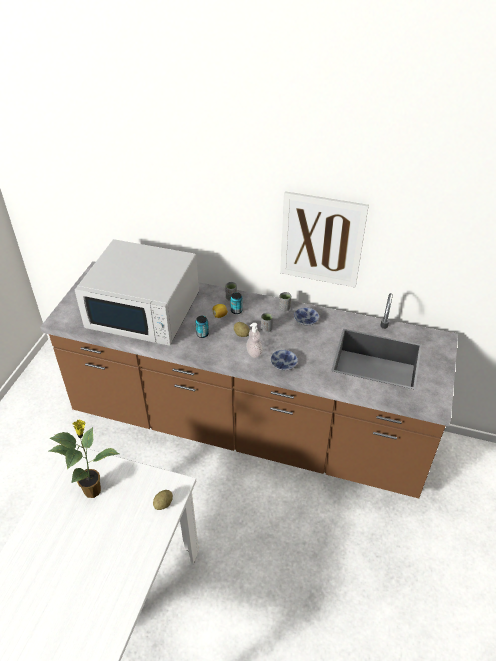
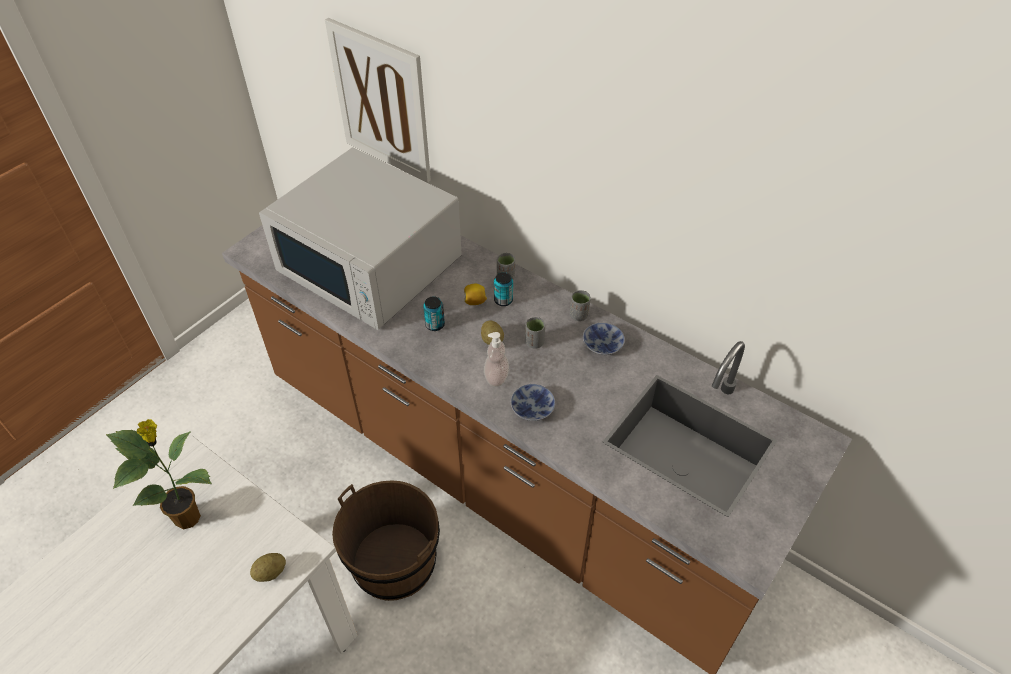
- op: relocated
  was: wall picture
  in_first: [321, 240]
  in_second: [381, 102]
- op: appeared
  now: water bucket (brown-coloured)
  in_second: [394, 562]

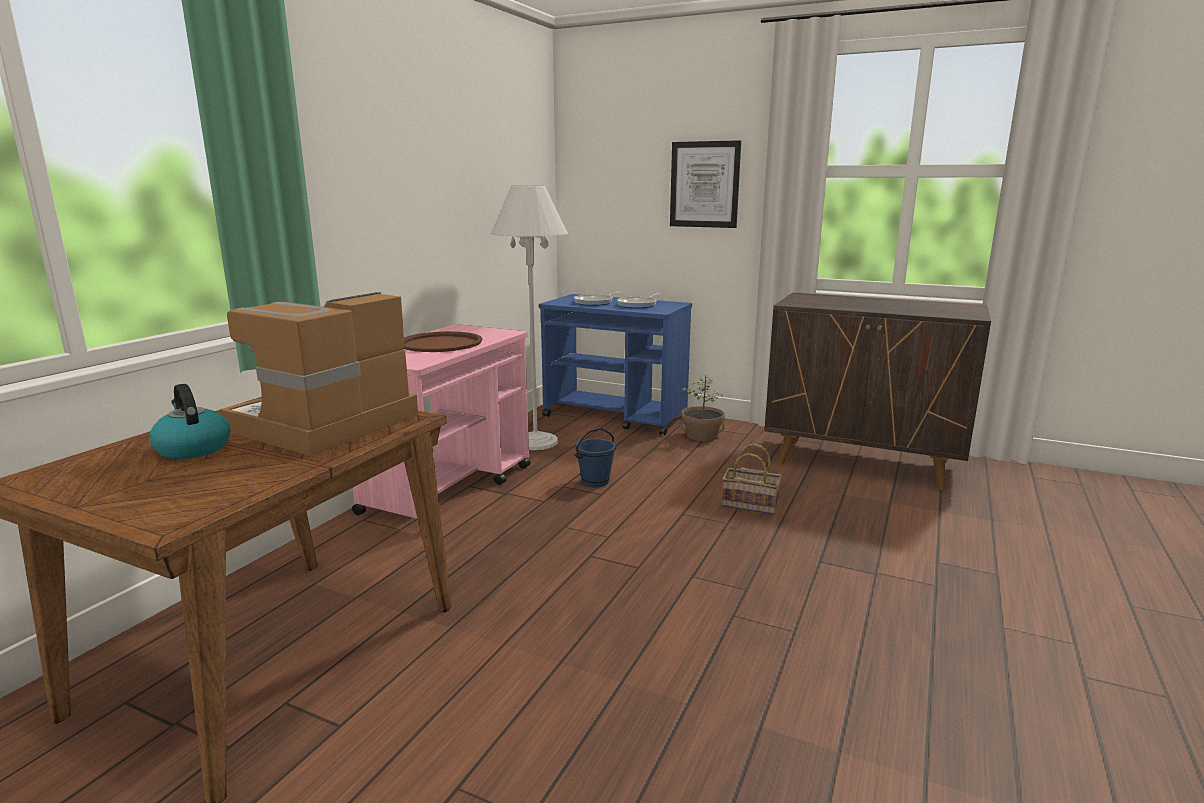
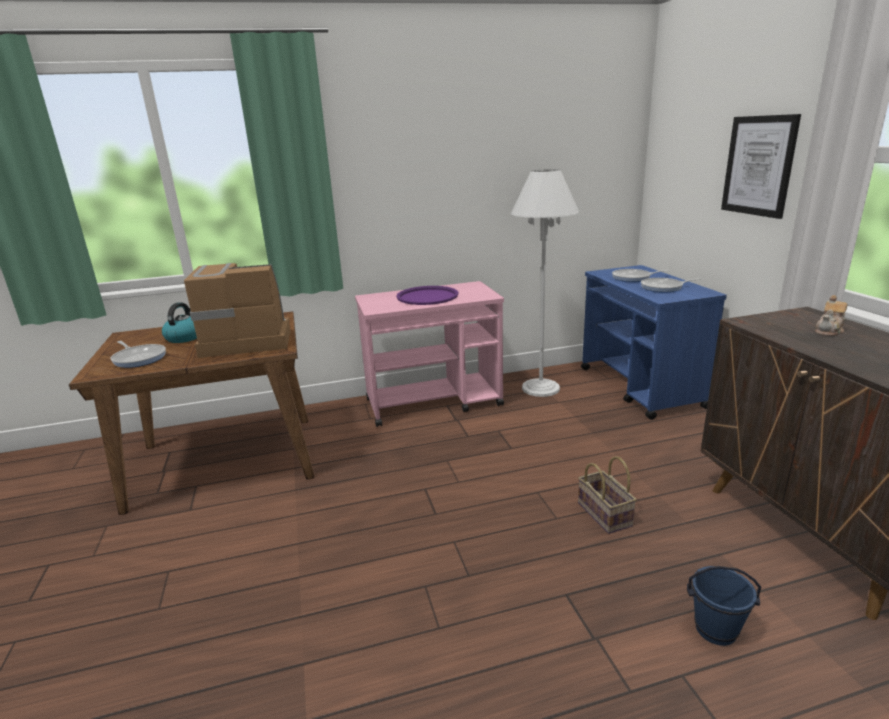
- op: colour
  was: carrying tray (brown-coloured)
  now: carrying tray (purple-coloured)
  in_first: [440, 343]
  in_second: [427, 296]
- op: missing
  was: plant in a pot
  in_first: [702, 435]
- op: relocated
  was: water bucket (blue)
  in_first: [595, 482]
  in_second: [715, 629]
- op: appeared
  now: tea pot
  in_second: [829, 331]
- op: appeared
  now: skillet
  in_second: [139, 358]

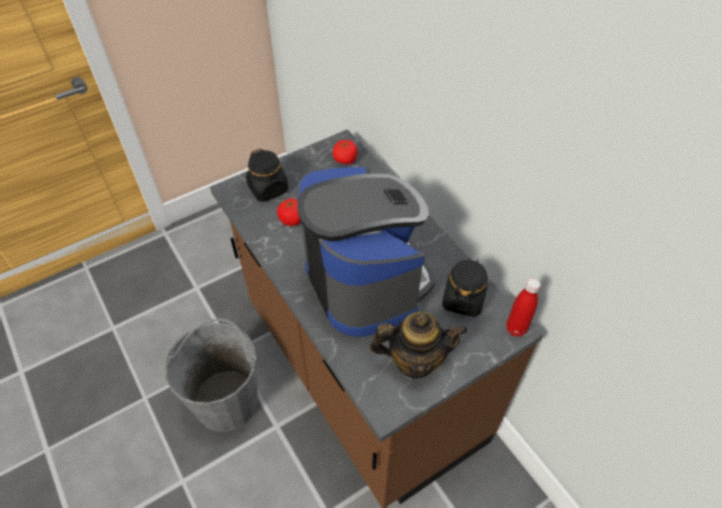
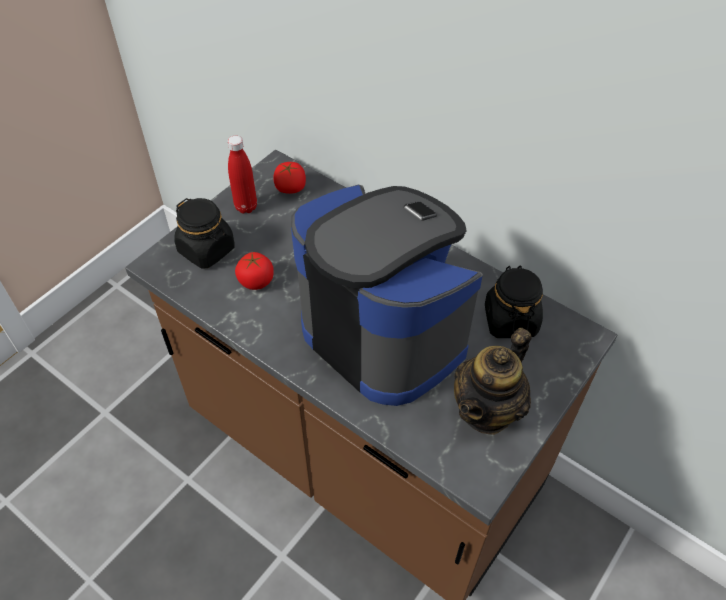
- op: relocated
  was: drink bottle (reddish)
  in_first: [516, 329]
  in_second: [246, 207]
- op: spun
  was: tea pot
  in_first: [414, 360]
  in_second: [487, 410]
  clockwise: 150
- op: missing
  was: water bucket (grey)
  in_first: [227, 400]

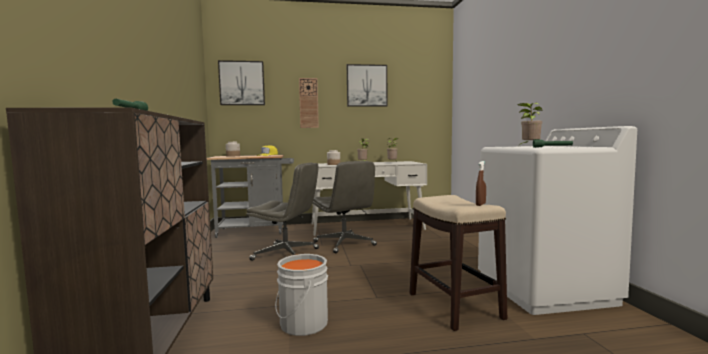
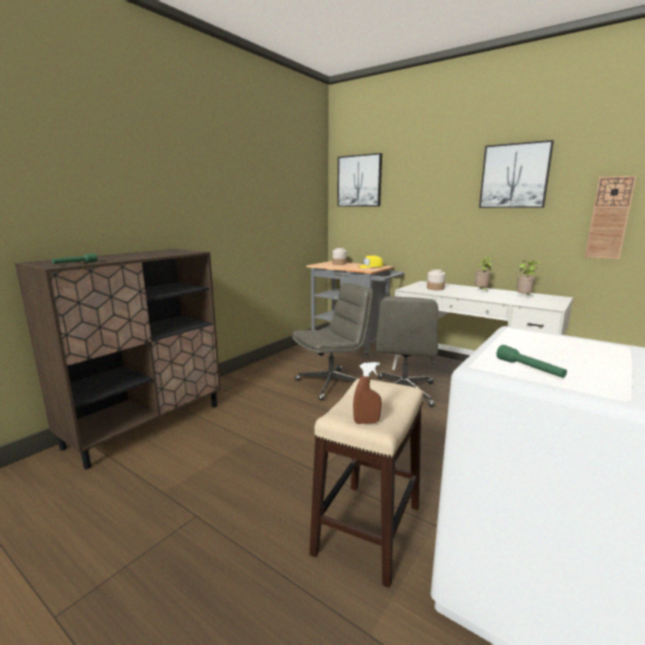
- op: relocated
  was: clock on the wall
  in_first: [308, 103]
  in_second: [609, 218]
- op: missing
  was: plant in a pot
  in_first: [529, 146]
- op: spun
  was: desk chair (grey)
  in_first: [286, 254]
  in_second: [332, 384]
  clockwise: -90
- op: missing
  was: water bucket (grey)
  in_first: [301, 324]

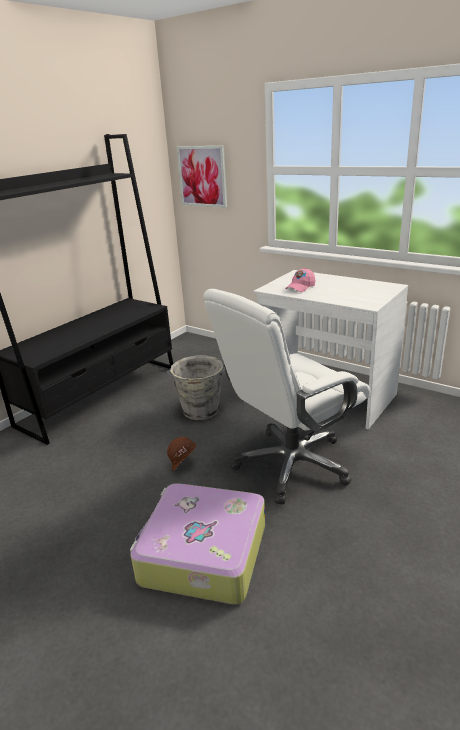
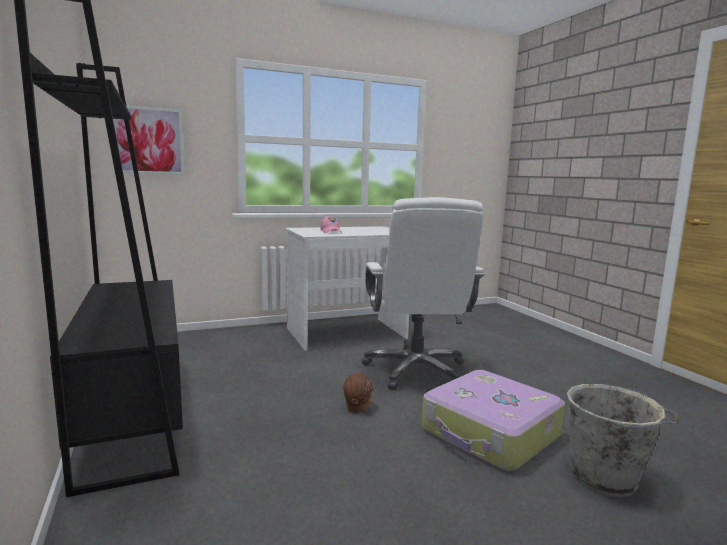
- op: relocated
  was: water bucket (grey)
  in_first: [200, 411]
  in_second: [607, 479]

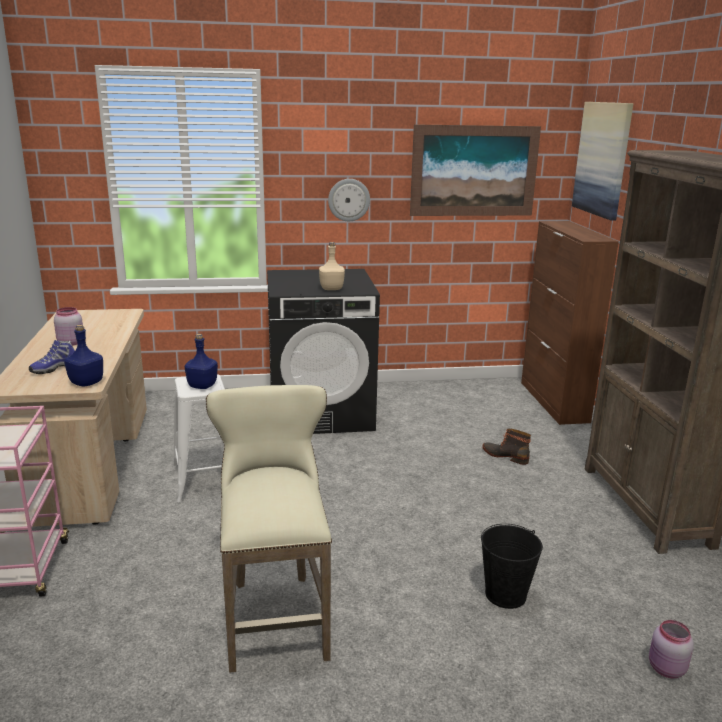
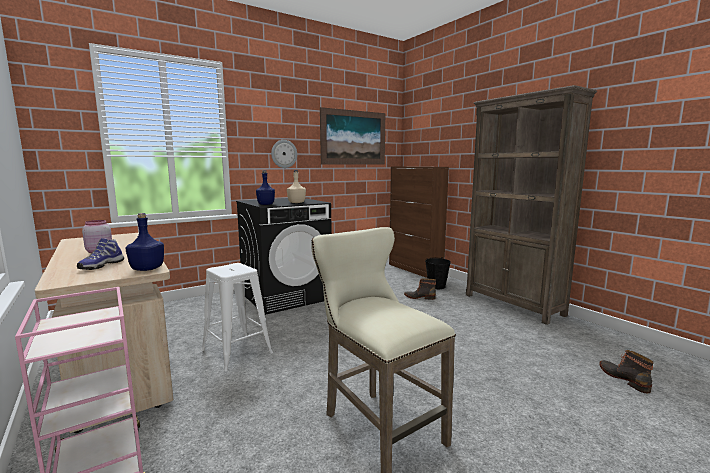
- op: missing
  was: wall picture
  in_first: [603, 159]
- op: relocated
  was: drink bottle (blue)
  in_first: [202, 386]
  in_second: [266, 204]
- op: relocated
  was: water bucket (black)
  in_first: [506, 594]
  in_second: [436, 286]
- op: exchanged
  was: preserve jar (pink)
  now: tall boot
  in_first: [666, 669]
  in_second: [624, 379]

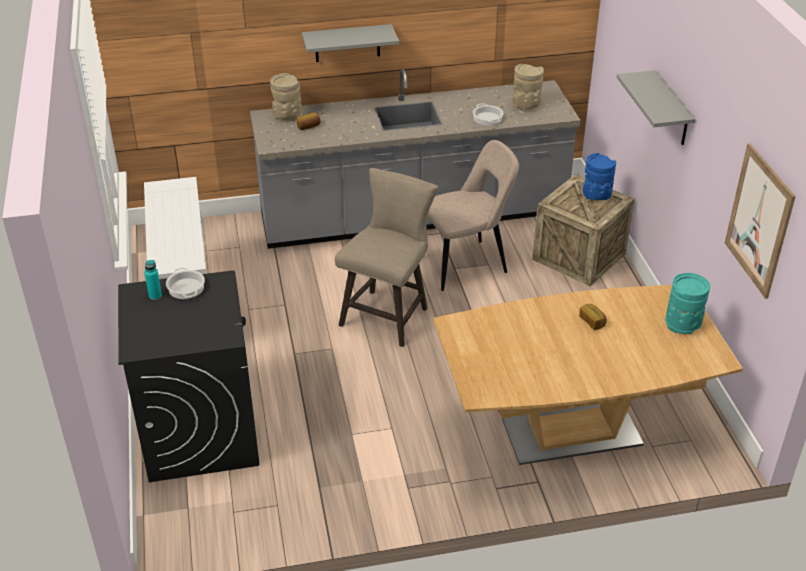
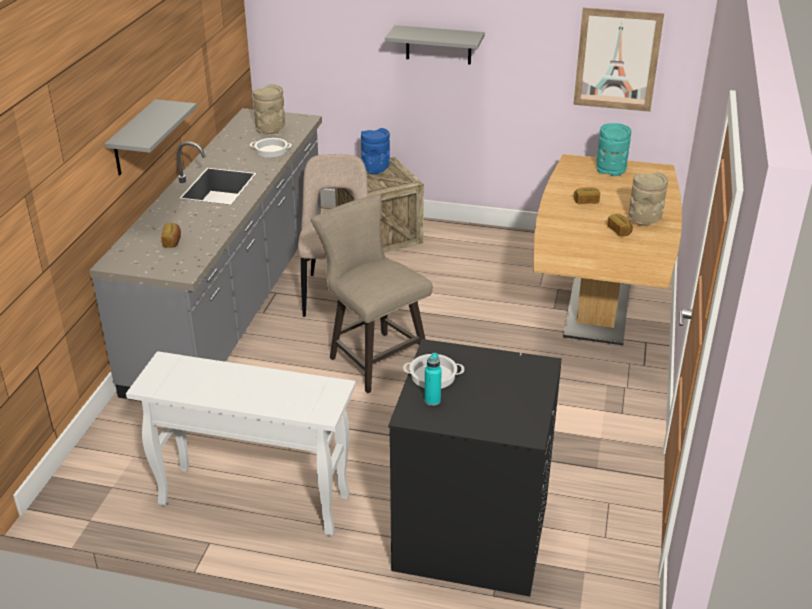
- op: relocated
  was: vase (beige)
  in_first: [287, 116]
  in_second: [644, 220]
- op: appeared
  now: baked bread
  in_second: [619, 231]

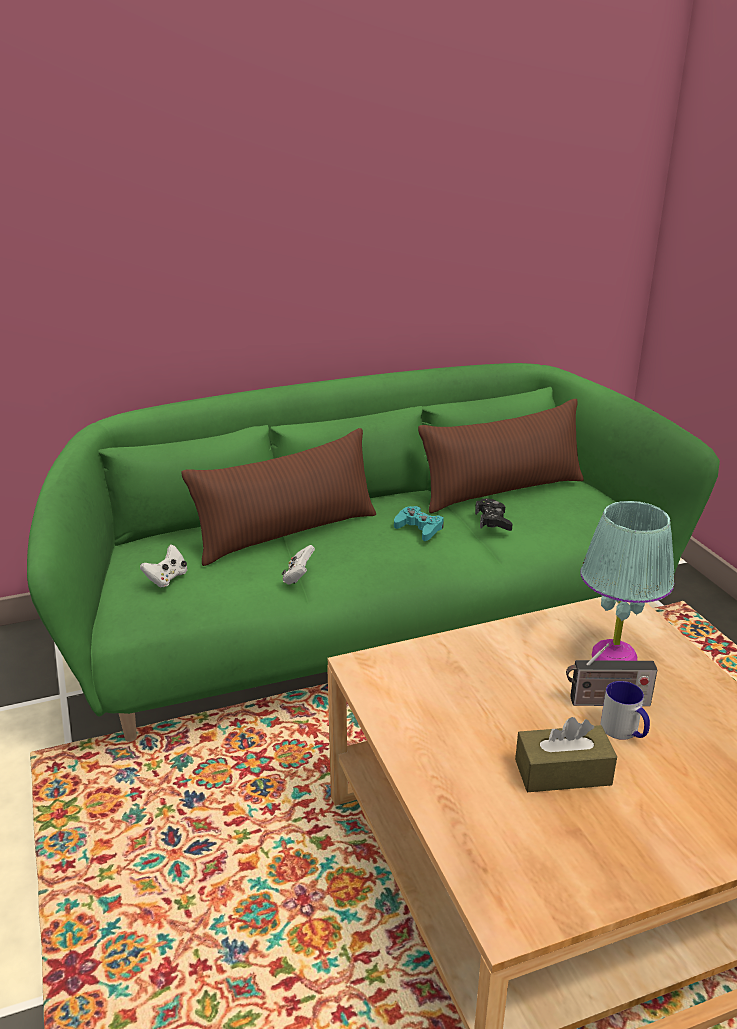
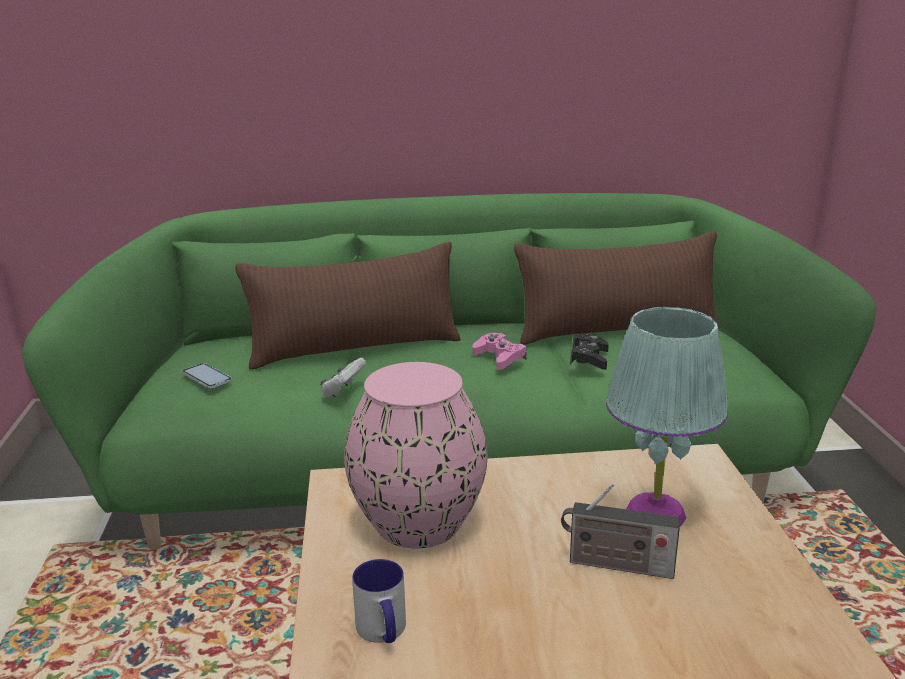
- op: colour
  was: joypad (turquoise)
  now: joypad (pink)
  in_first: [419, 528]
  in_second: [499, 357]
- op: exchanged
  was: joypad (whitish)
  now: phone
  in_first: [167, 578]
  in_second: [207, 377]
- op: relocated
  was: tea mug
  in_first: [624, 731]
  in_second: [383, 632]
- op: missing
  was: box of tissues (brown-coloured)
  in_first: [562, 772]
- op: appeared
  now: vase (pink)
  in_second: [418, 524]

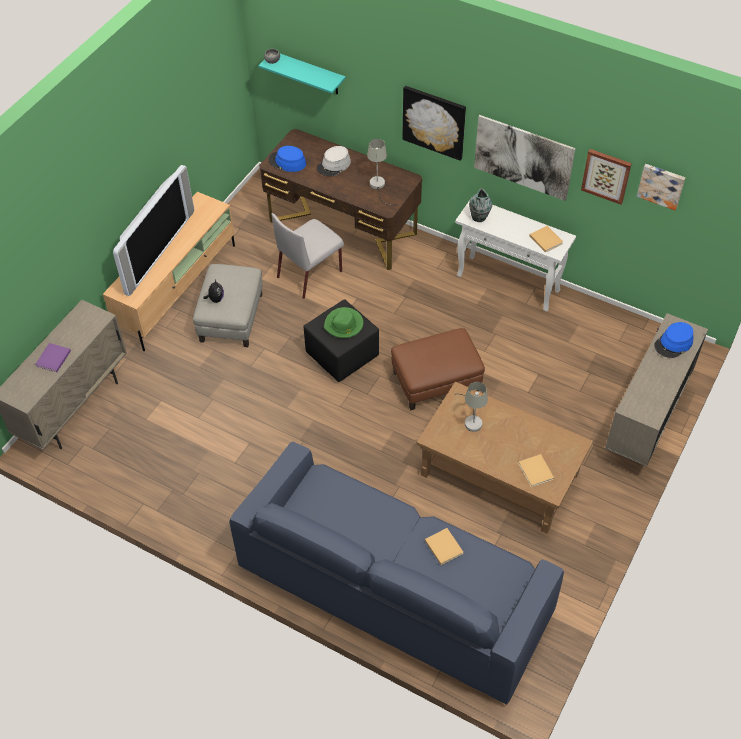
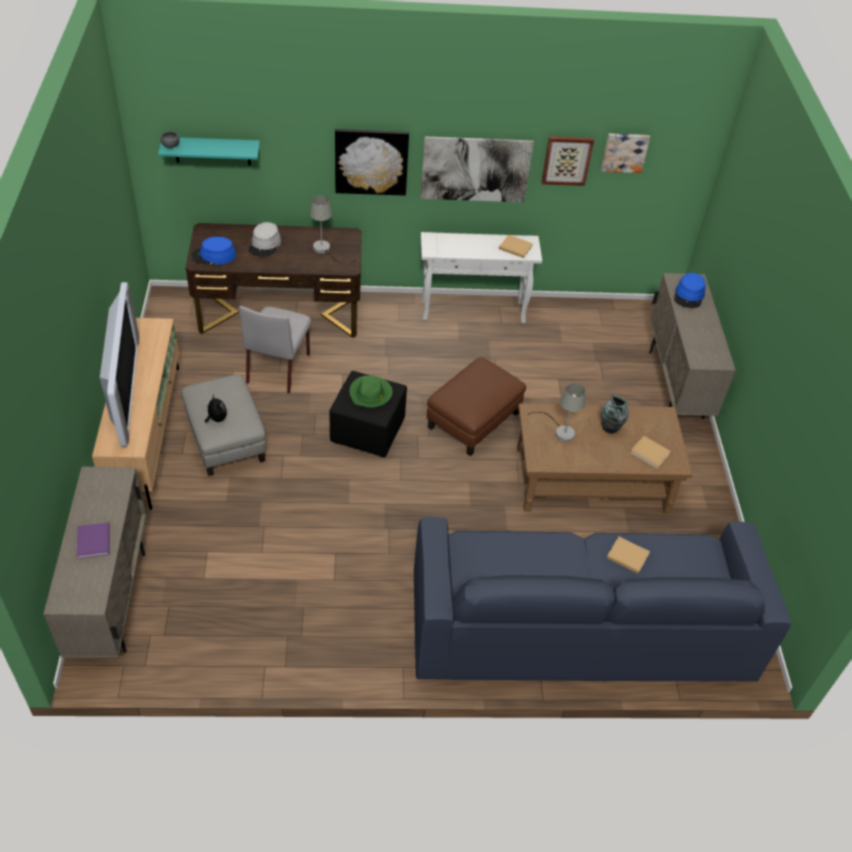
- op: relocated
  was: vase
  in_first: [479, 217]
  in_second: [610, 428]

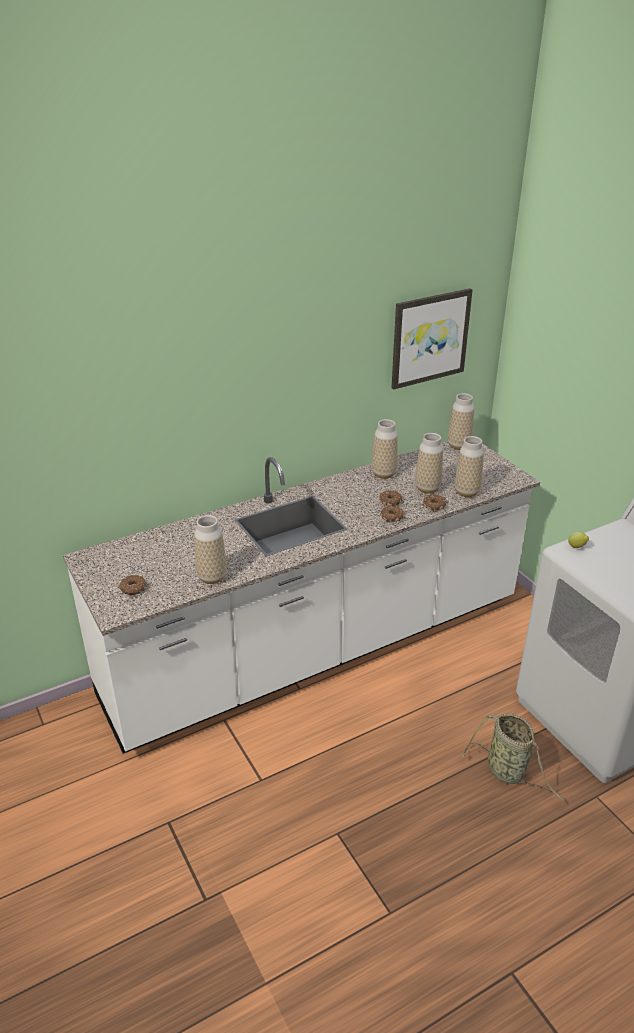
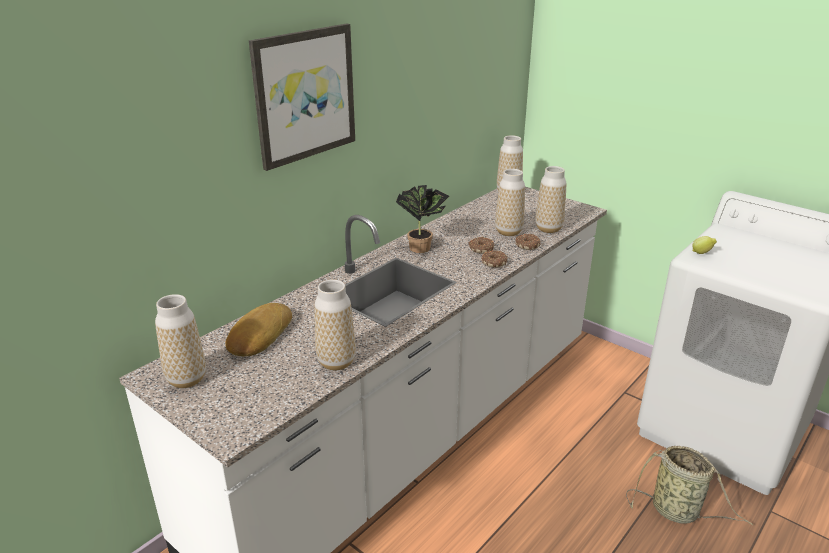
- op: relocated
  was: wall picture
  in_first: [429, 338]
  in_second: [304, 95]
- op: relocated
  was: vase
  in_first: [384, 474]
  in_second: [187, 379]
- op: missing
  was: doughnut
  in_first: [133, 589]
- op: appeared
  now: plant in a pot
  in_second: [421, 247]
- op: appeared
  now: baked bread
  in_second: [258, 335]

